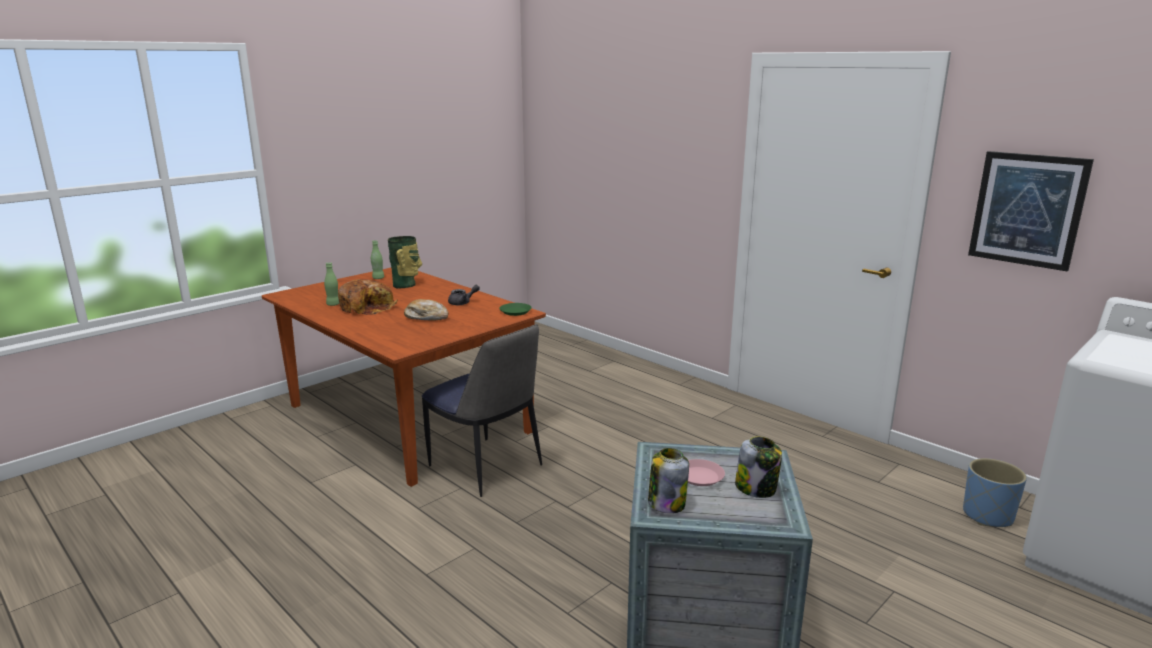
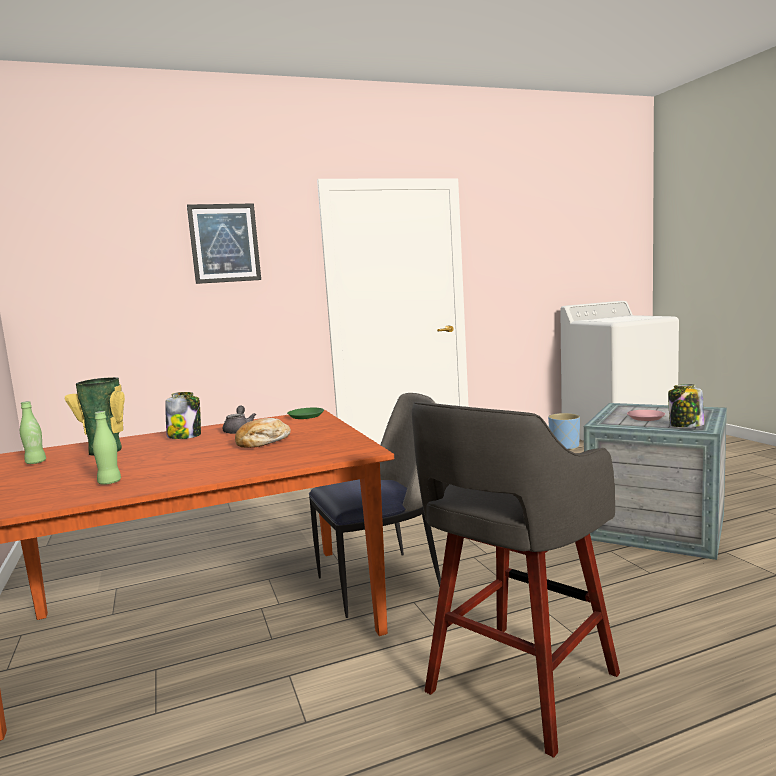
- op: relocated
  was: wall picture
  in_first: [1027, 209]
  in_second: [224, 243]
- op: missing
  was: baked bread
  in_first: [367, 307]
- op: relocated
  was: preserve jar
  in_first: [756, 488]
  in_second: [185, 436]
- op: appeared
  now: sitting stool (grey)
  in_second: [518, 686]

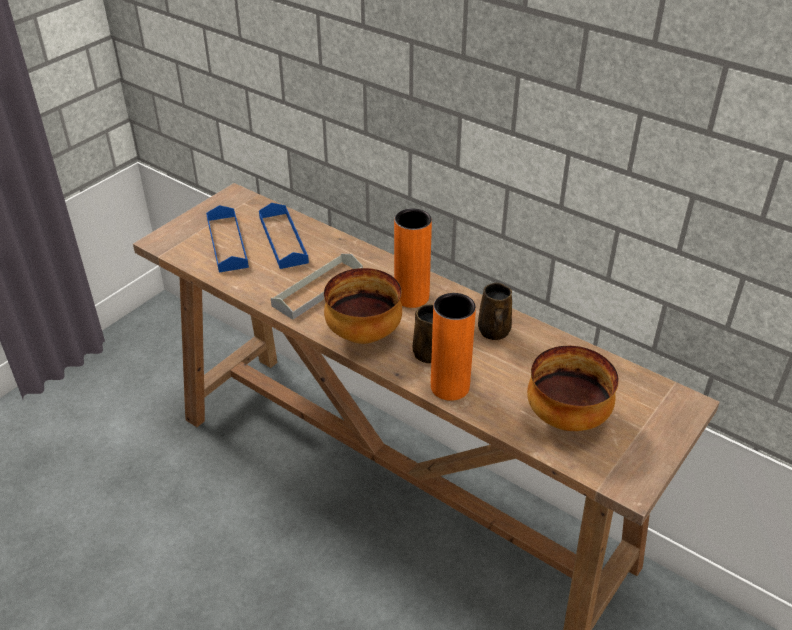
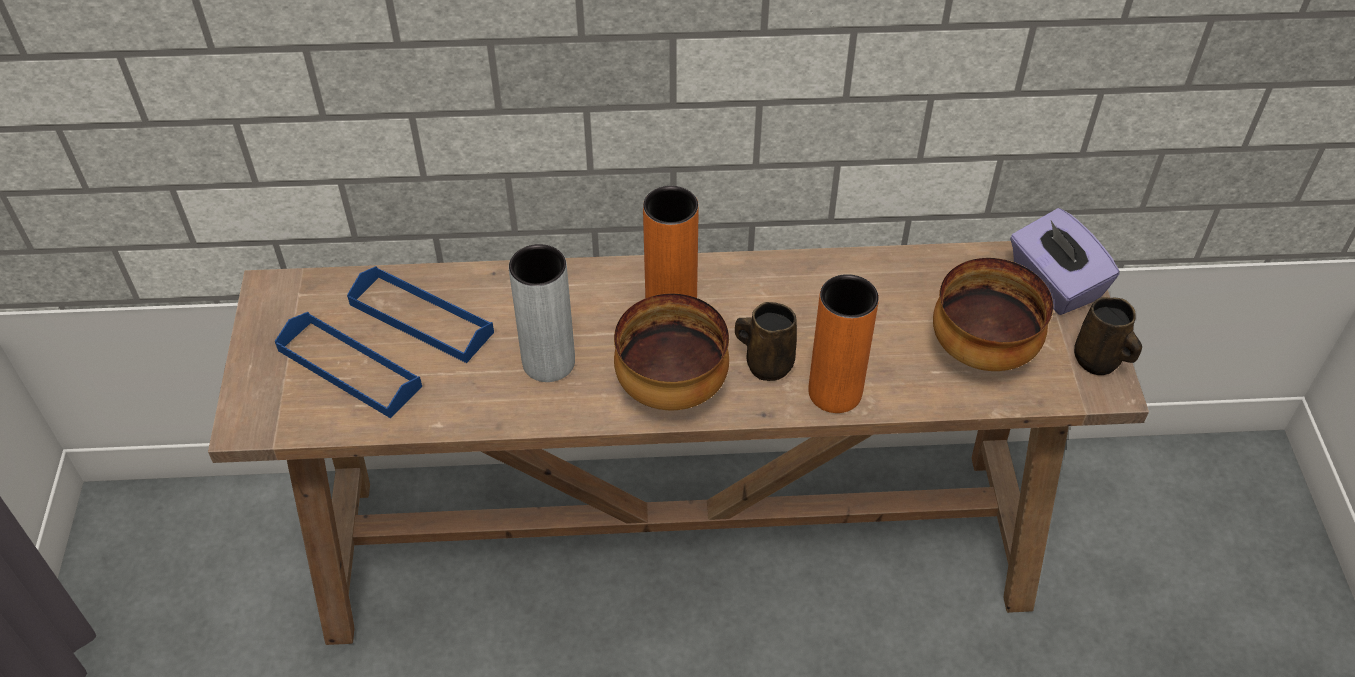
- op: exchanged
  was: carrying tray (grey)
  now: vase (grey)
  in_first: [318, 289]
  in_second: [548, 362]
- op: relocated
  was: tea mug (brown-coloured)
  in_first: [494, 332]
  in_second: [1098, 361]
- op: appeared
  now: box of tissues (purple-coloured)
  in_second: [1054, 283]

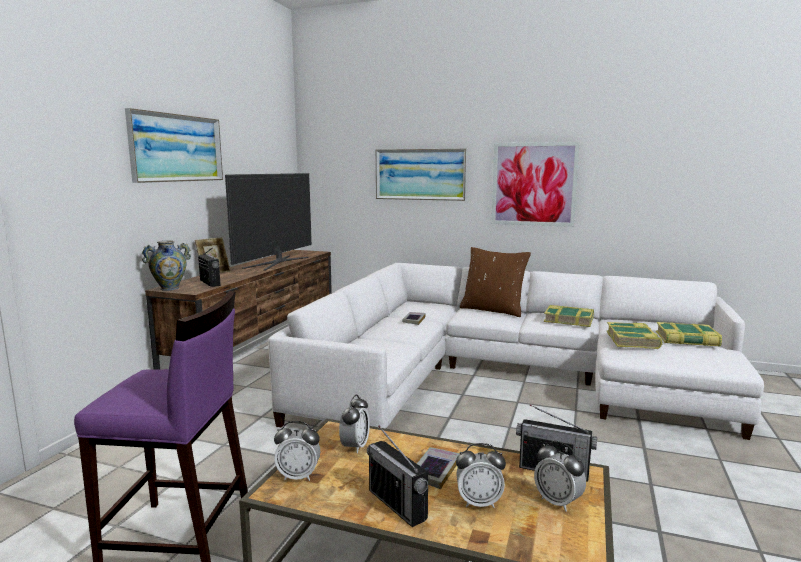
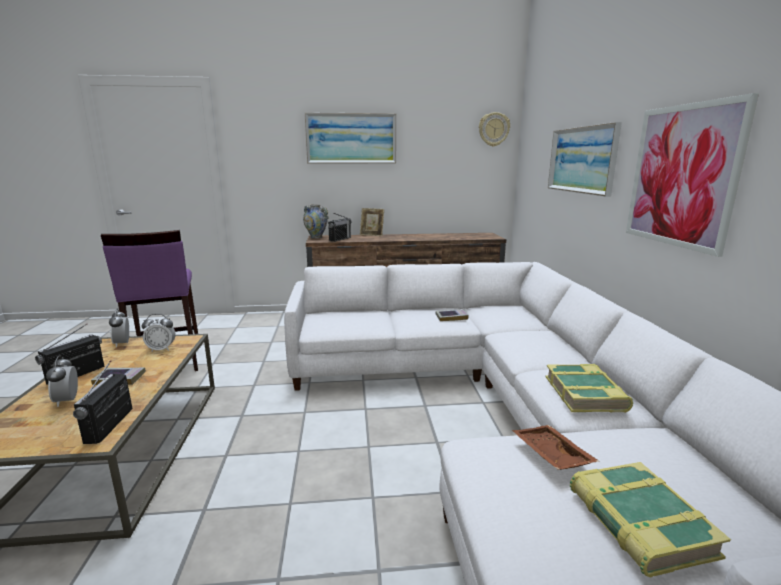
- op: missing
  was: TV set
  in_first: [277, 262]
- op: missing
  was: throw pillow (brown-coloured)
  in_first: [493, 310]
- op: exchanged
  was: bound book
  now: carrying tray (brown-coloured)
  in_first: [633, 340]
  in_second: [550, 455]
- op: missing
  was: alarm clock
  in_first: [558, 502]
- op: appeared
  now: clock on the wall
  in_second: [493, 129]

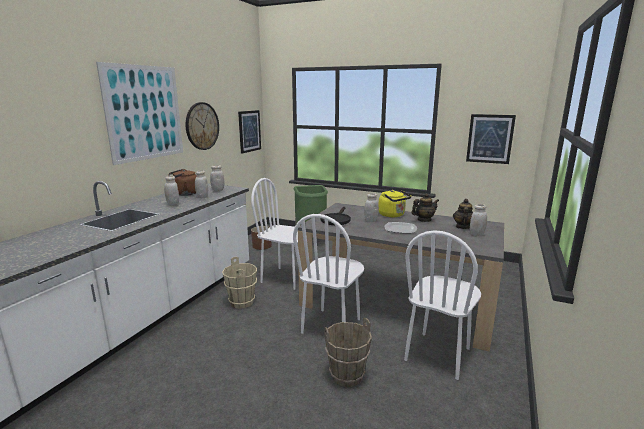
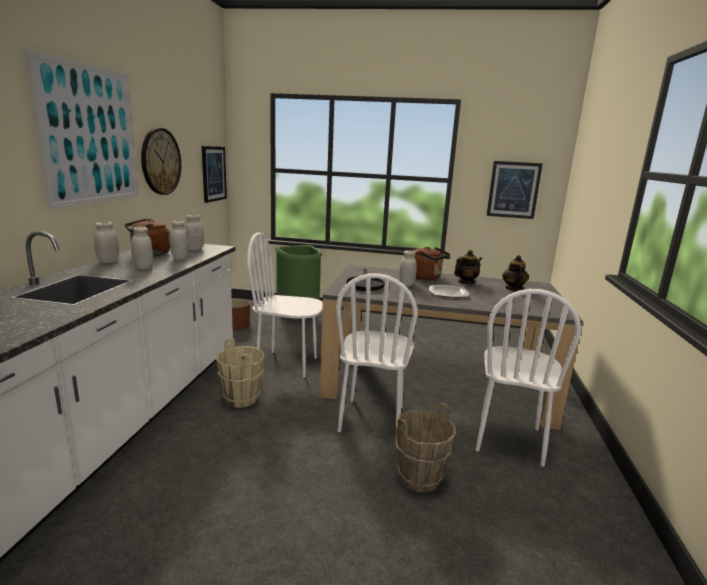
- op: colour
  was: tea kettle (yellowish)
  now: tea kettle (brown-coloured)
  in_first: [393, 215]
  in_second: [427, 277]
- op: relocated
  was: preserve jar (whitish)
  in_first: [477, 234]
  in_second: [108, 261]

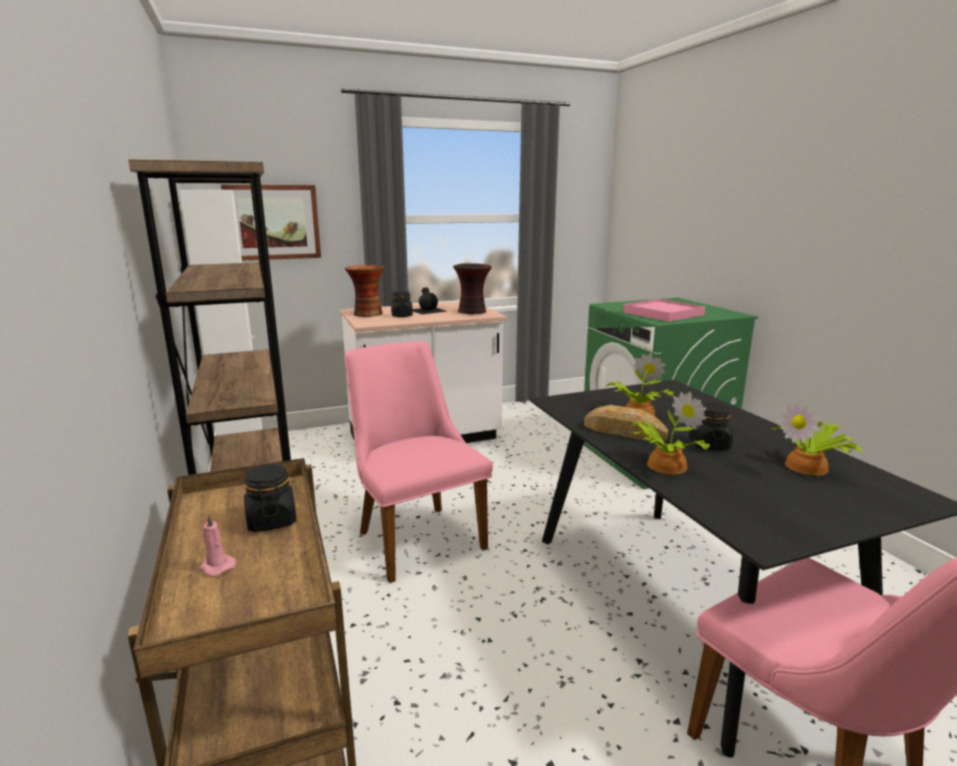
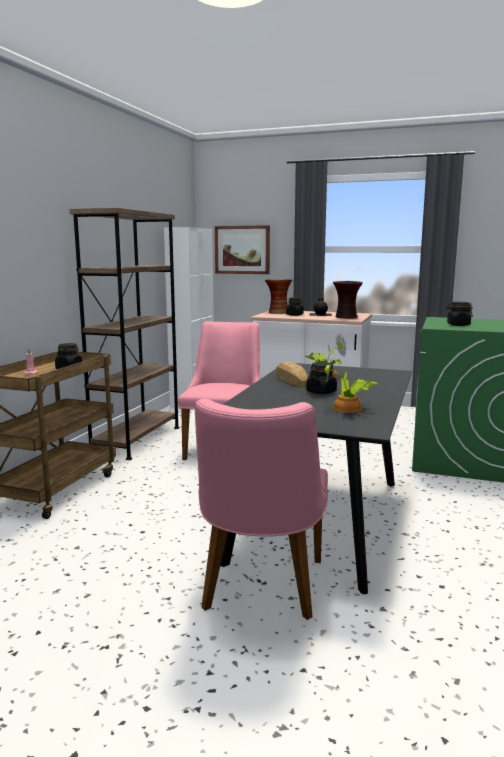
- op: exchanged
  was: carrying tray (pink)
  now: preserve jar (black)
  in_first: [663, 313]
  in_second: [458, 325]
- op: missing
  was: plant in a pot
  in_first: [664, 465]

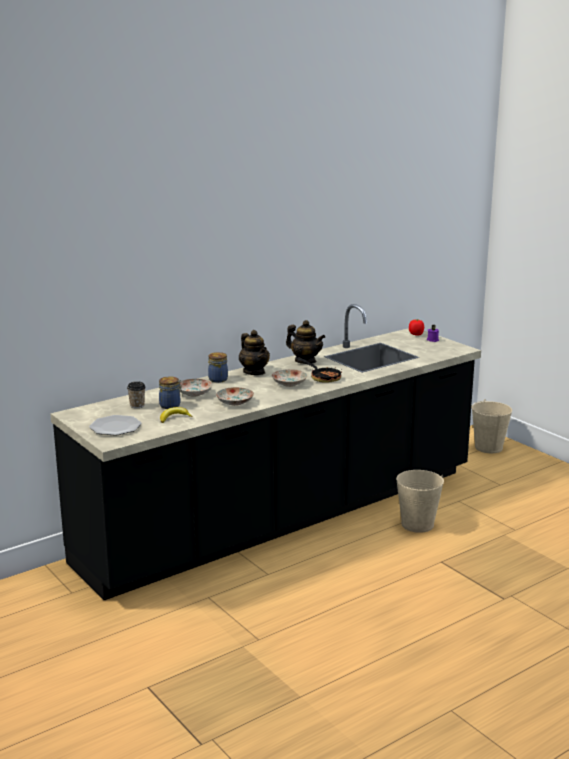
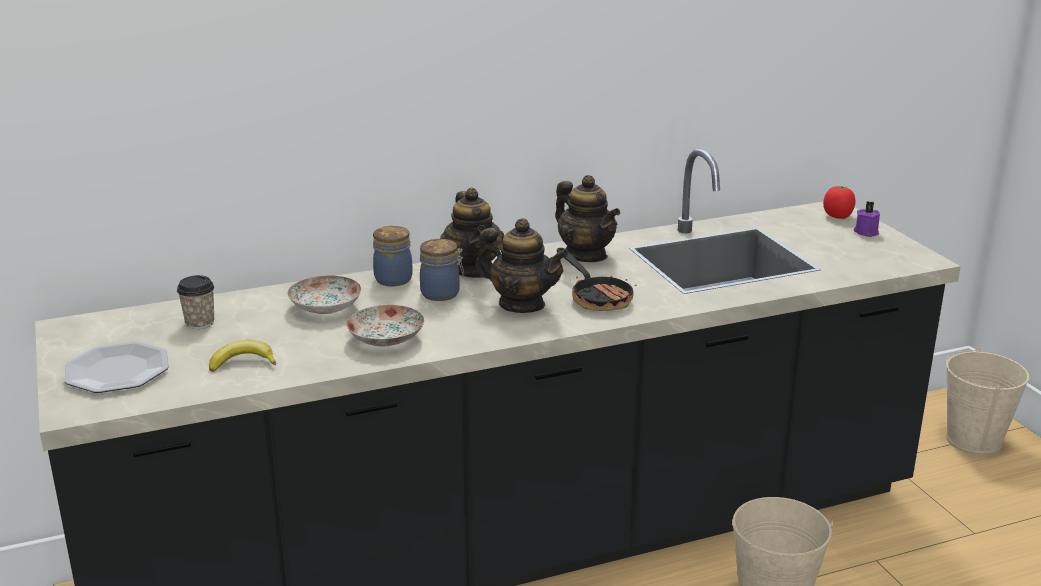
- op: exchanged
  was: dinner plate
  now: tea pot
  in_first: [289, 383]
  in_second: [521, 305]
- op: relocated
  was: preserve jar
  in_first: [171, 406]
  in_second: [442, 294]

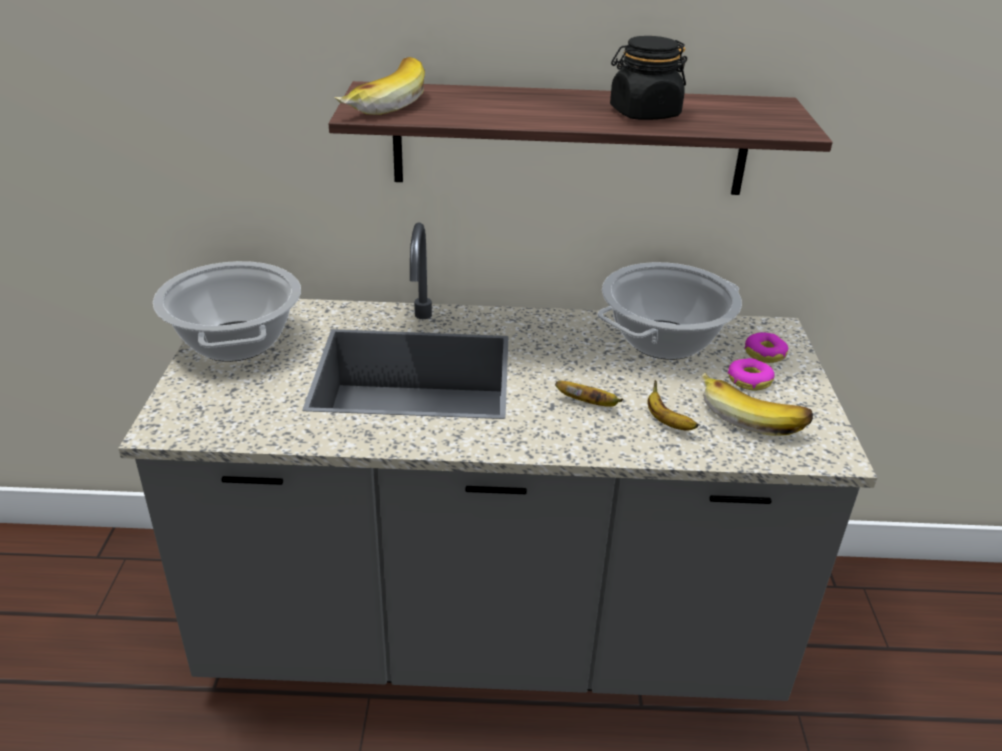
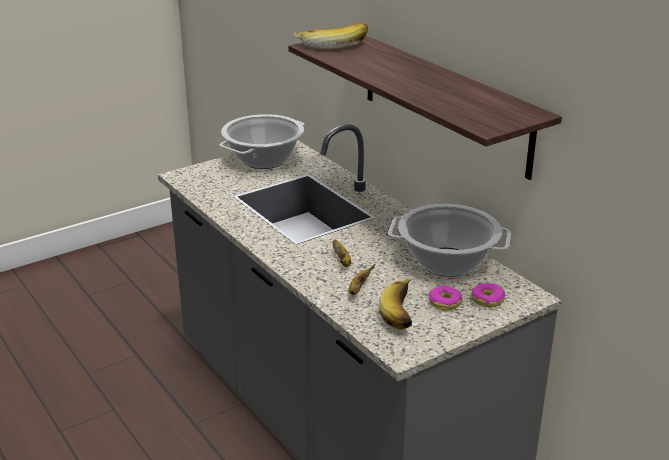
- op: missing
  was: preserve jar (black)
  in_first: [644, 114]

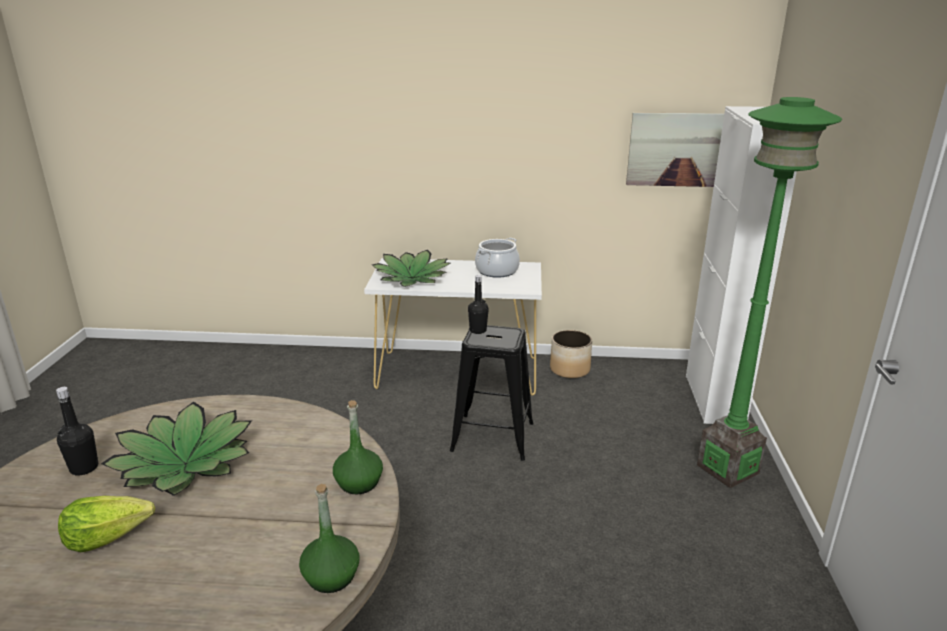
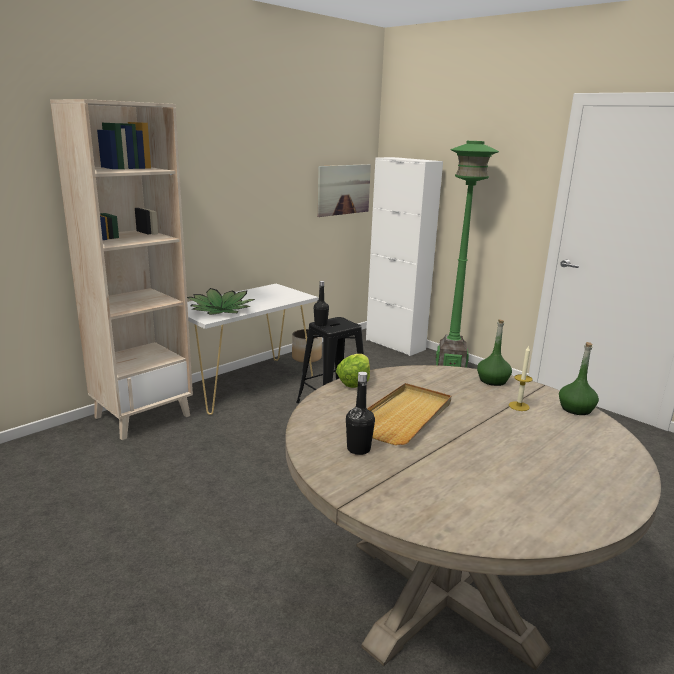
- op: missing
  was: cooking pot
  in_first: [497, 271]
- op: exchanged
  was: plant in a pot
  now: carrying tray (beige)
  in_first: [185, 464]
  in_second: [404, 416]
- op: relocated
  was: head of lettuce
  in_first: [108, 536]
  in_second: [354, 381]
- op: appeared
  now: bookshelf (beige)
  in_second: [143, 416]
- op: appeared
  now: wax light
  in_second: [519, 406]

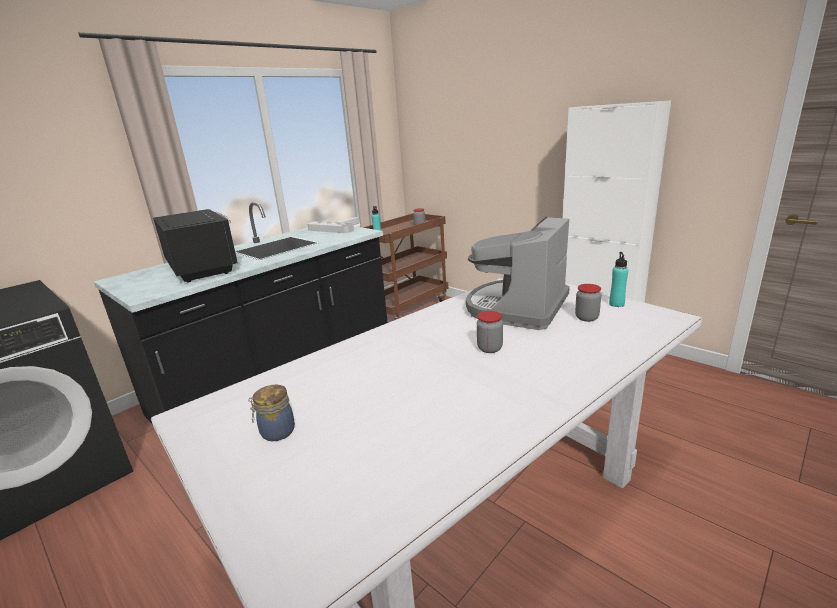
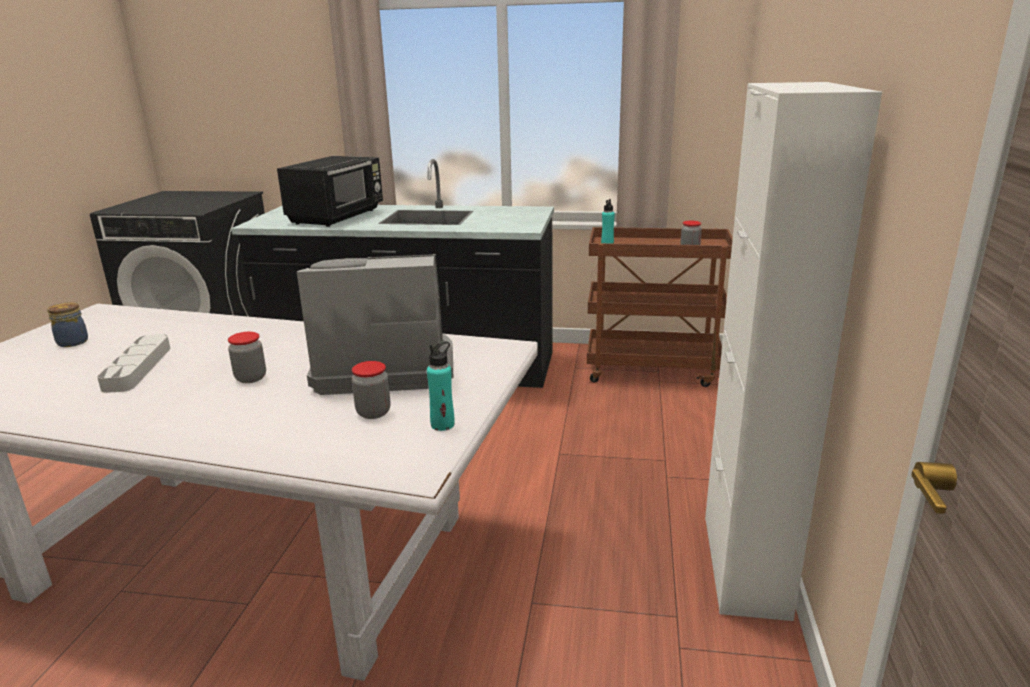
- op: relocated
  was: carrying tray (grey)
  in_first: [330, 230]
  in_second: [138, 368]

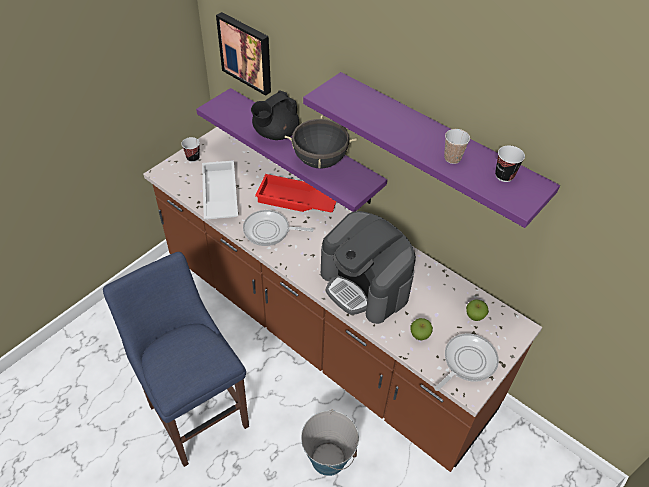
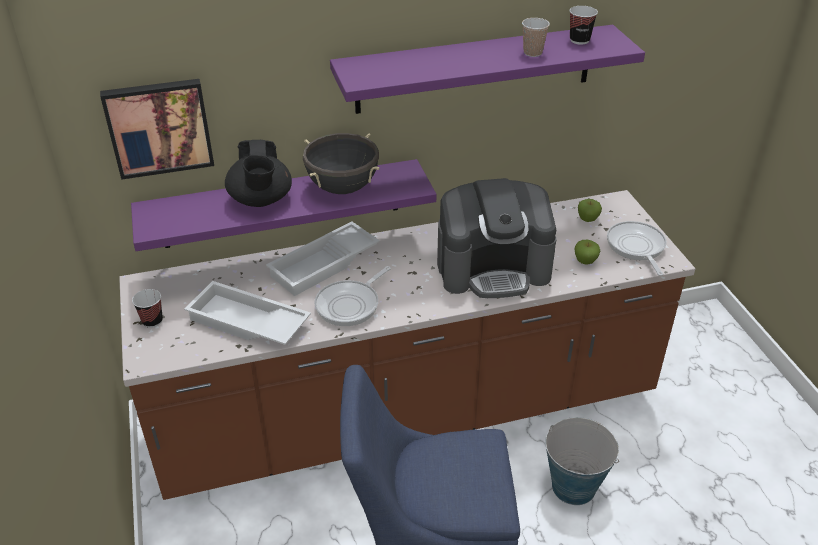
- op: colour
  was: carrying tray (reddish)
  now: carrying tray (whitish)
  in_first: [297, 200]
  in_second: [324, 265]

